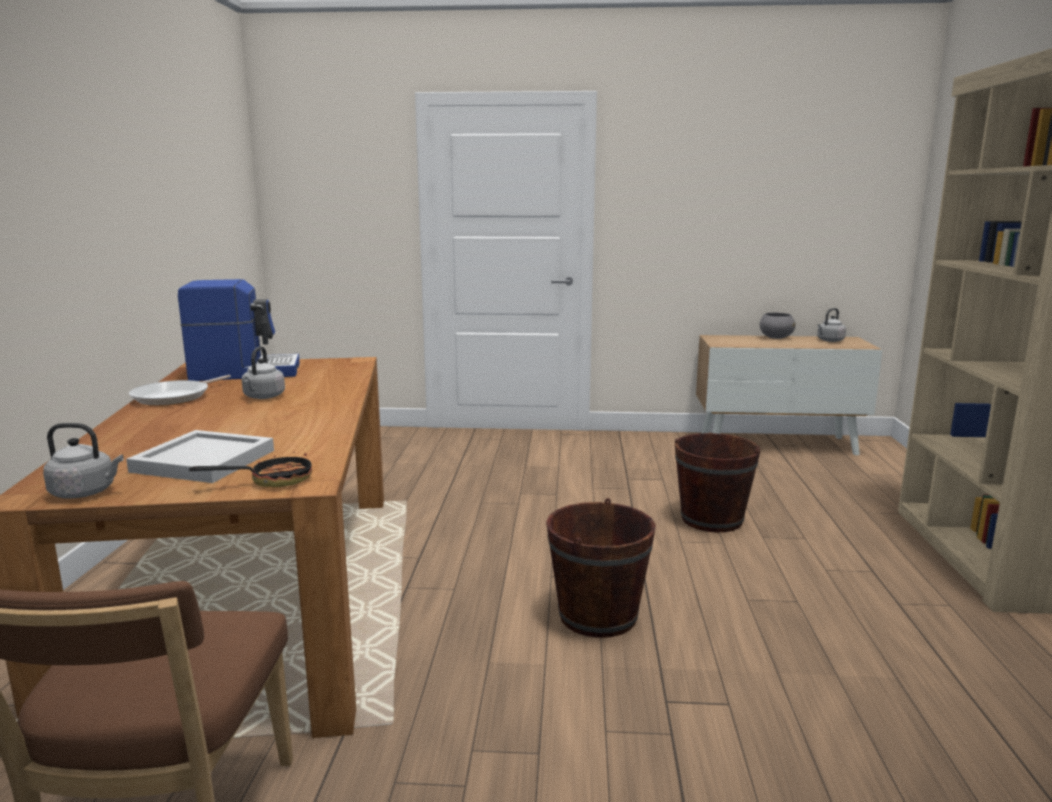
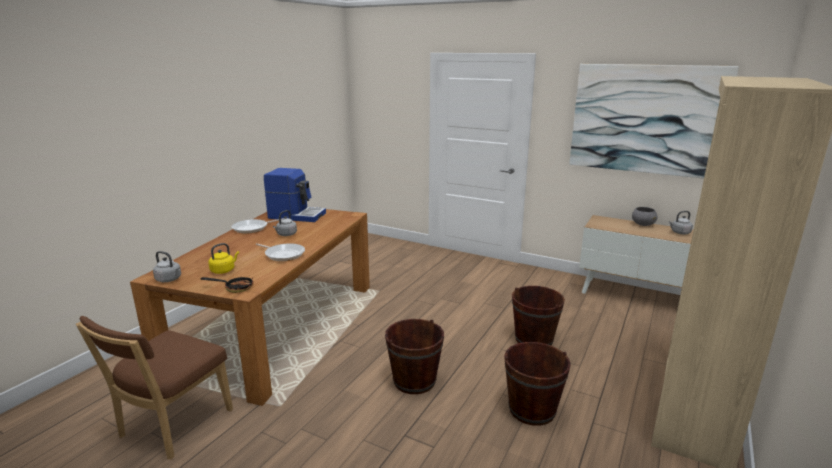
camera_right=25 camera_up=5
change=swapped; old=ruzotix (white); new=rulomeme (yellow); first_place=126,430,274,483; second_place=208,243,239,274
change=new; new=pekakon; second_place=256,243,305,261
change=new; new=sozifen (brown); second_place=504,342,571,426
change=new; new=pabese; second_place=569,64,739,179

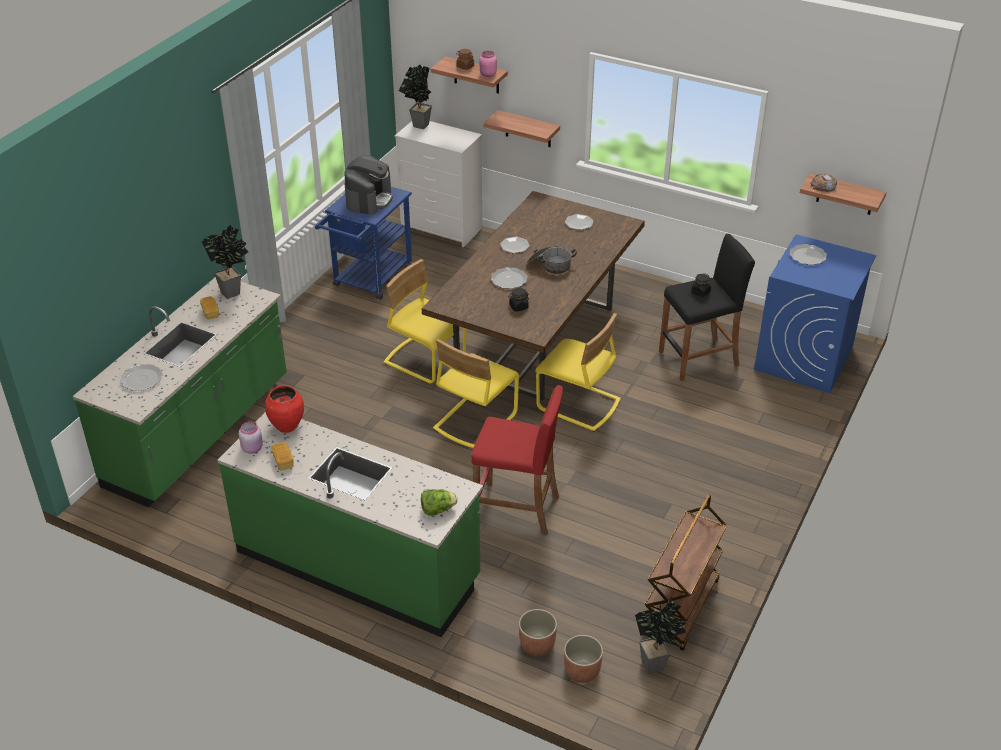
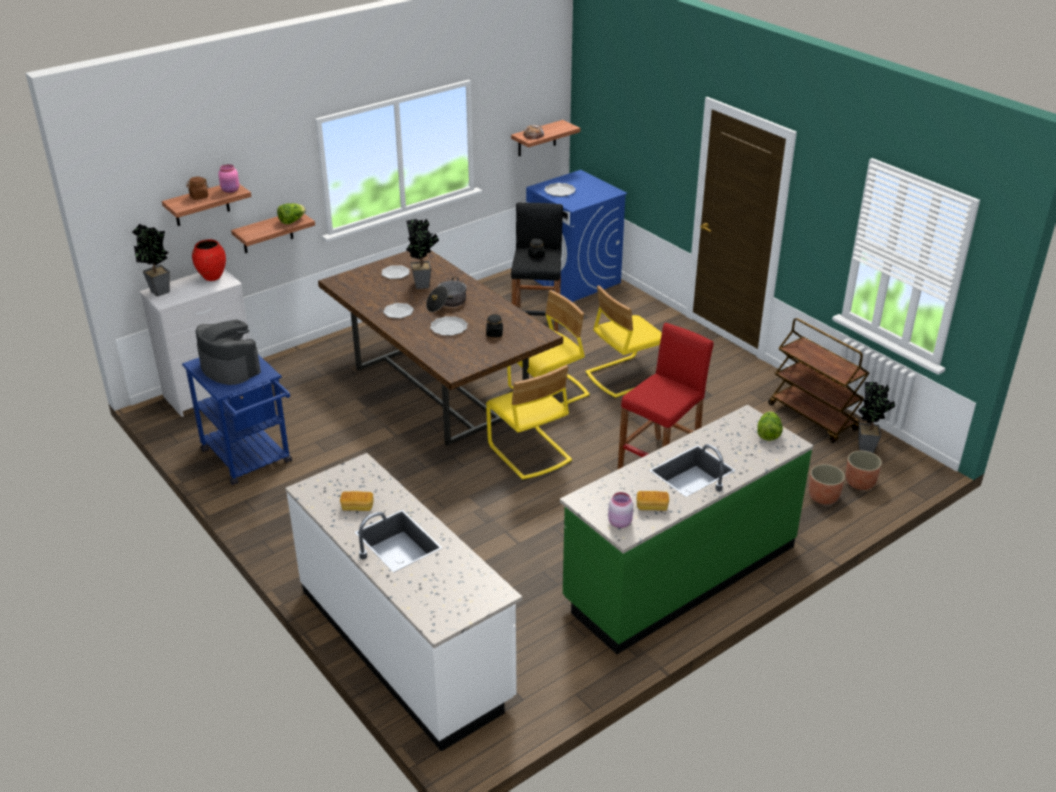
camera_right=-65 camera_up=-5
change=repainted; old=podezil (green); new=podezil (white); first_place=73,277,287,507; second_place=285,453,522,752
change=gone; old=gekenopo; first_place=120,364,163,390
change=shifted; old=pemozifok; first_place=202,225,248,299; second_place=406,219,439,289
change=shifted; old=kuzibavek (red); first_place=265,385,304,433; second_place=192,239,226,281
change=shifted; old=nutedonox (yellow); first_place=384,259,466,383; second_place=586,285,662,398
change=new; new=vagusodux; second_place=277,203,306,224

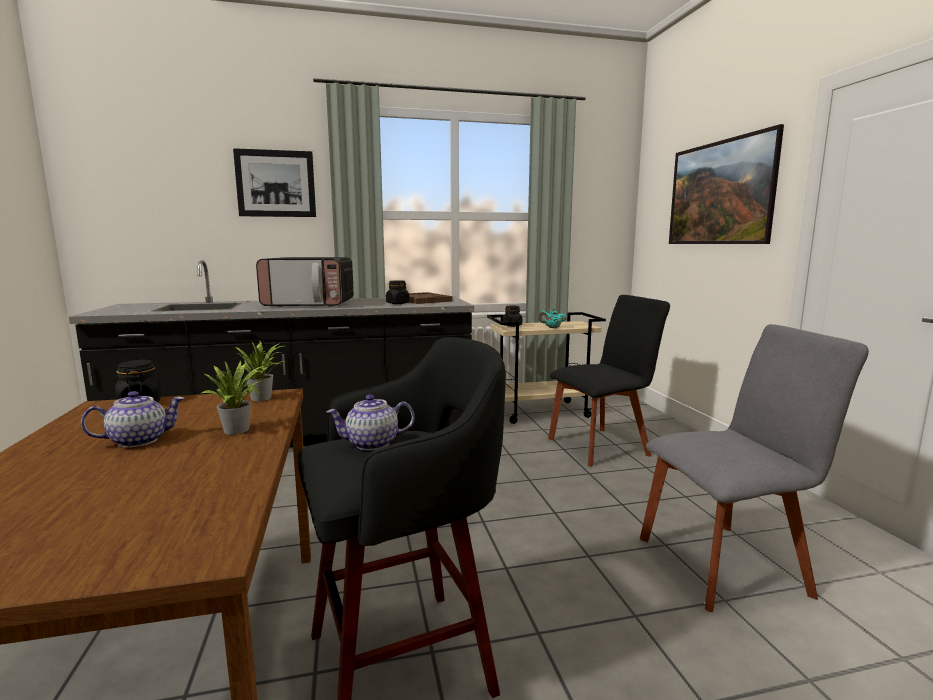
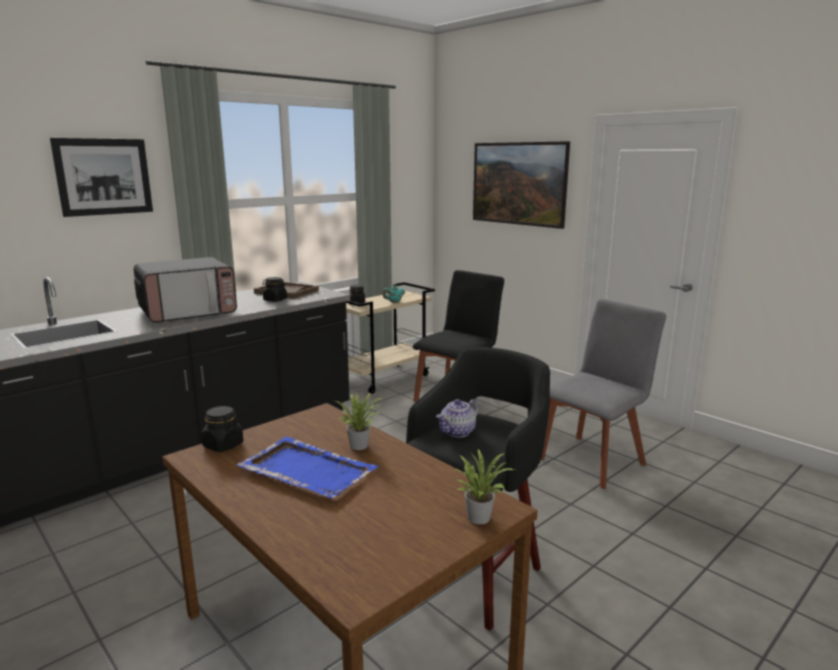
camera_right=-30 camera_up=5
change=swapped; old=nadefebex; new=ruzotix (blue); first_place=81,391,184,447; second_place=236,437,379,498
change=shifted; old=pemozifok; first_place=235,341,284,401; second_place=455,449,515,524

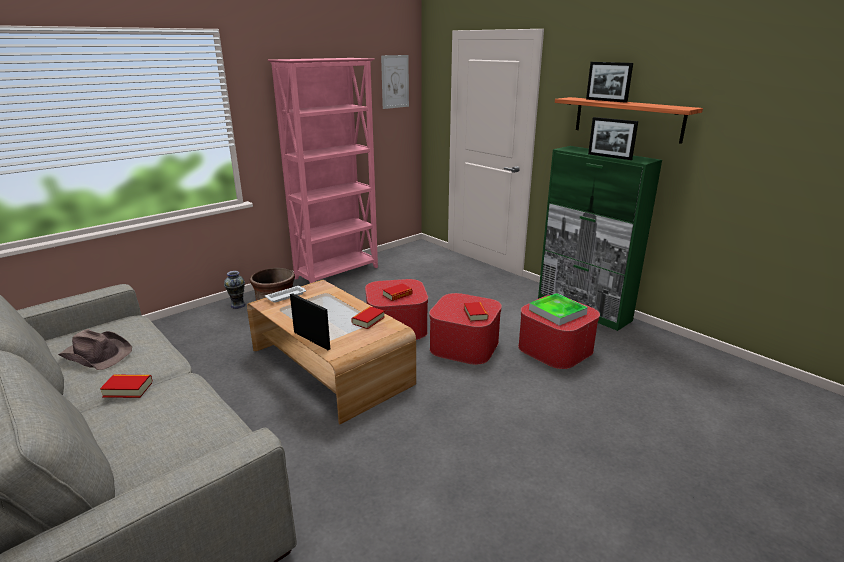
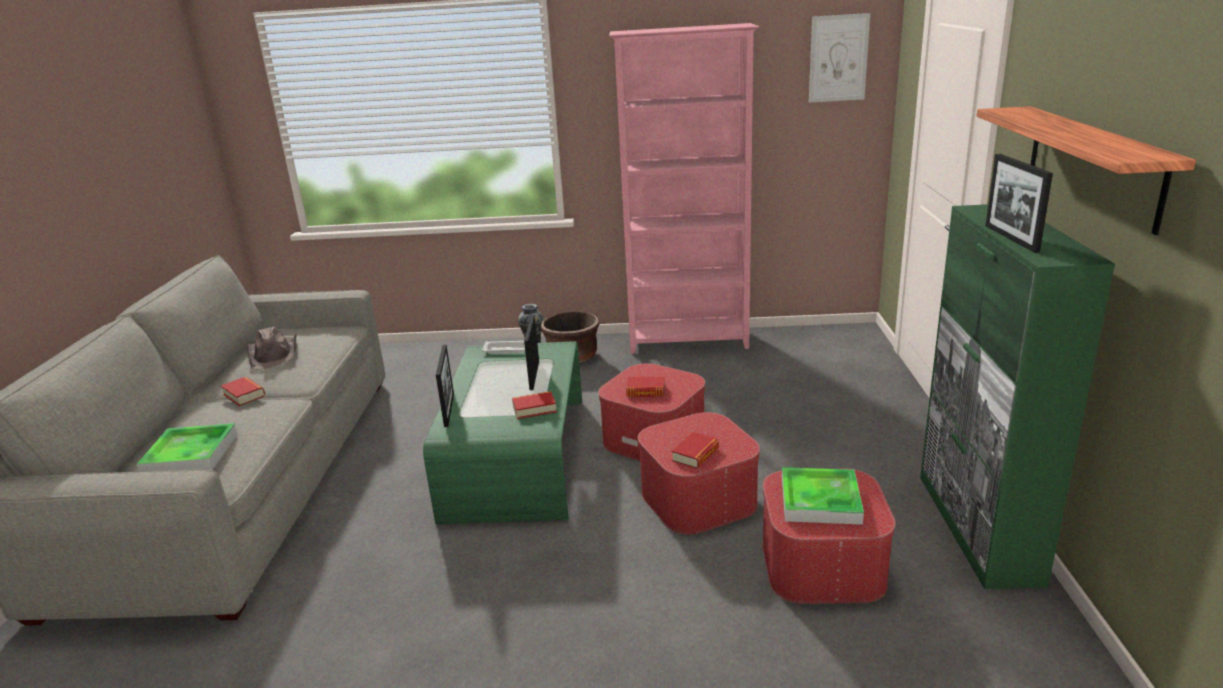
camera_right=45 camera_up=0
change=repainted; old=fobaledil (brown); new=fobaledil (green); first_place=247,280,416,425; second_place=423,341,582,524
change=shifted; old=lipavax; first_place=586,62,633,103; second_place=524,315,539,390
change=new; new=ruzotix; second_place=136,423,238,472

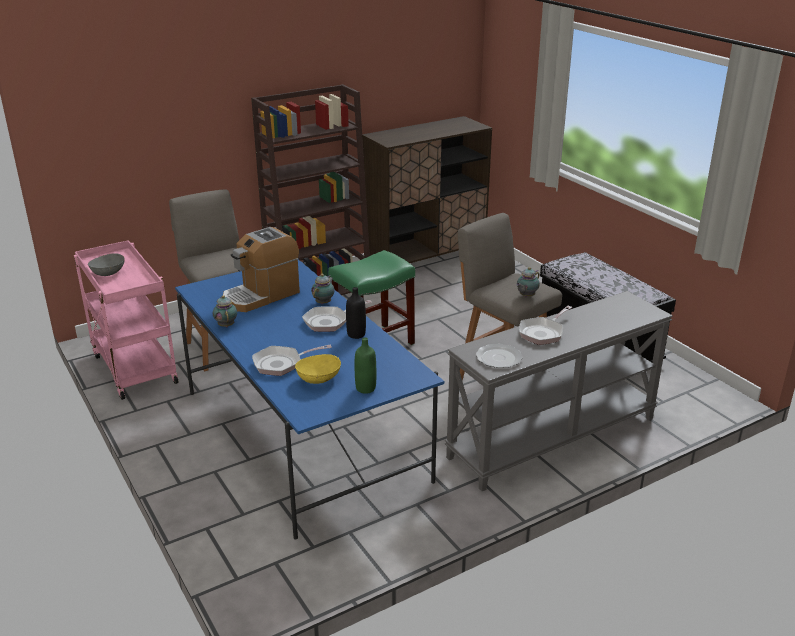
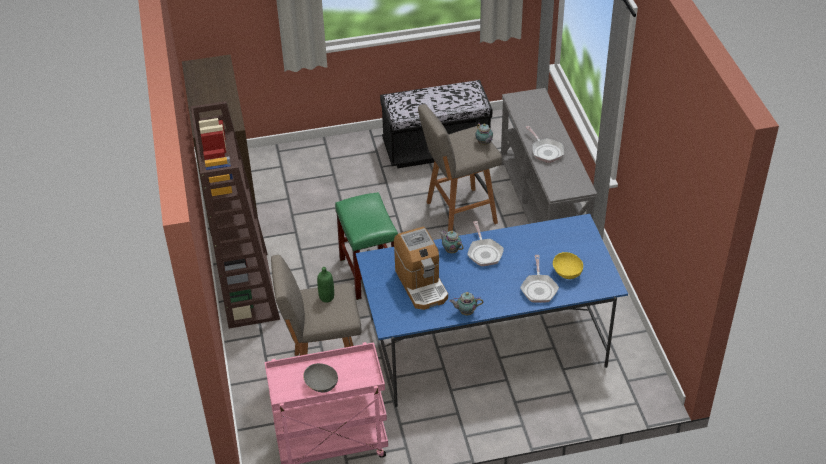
camera_right=-70 camera_up=15
change=gone; old=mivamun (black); first_place=346,287,366,339
change=shifted; old=mivamun (green); first_place=355,337,376,394; second_place=317,267,334,303
change=gone; old=gekenopo; first_place=476,344,522,368

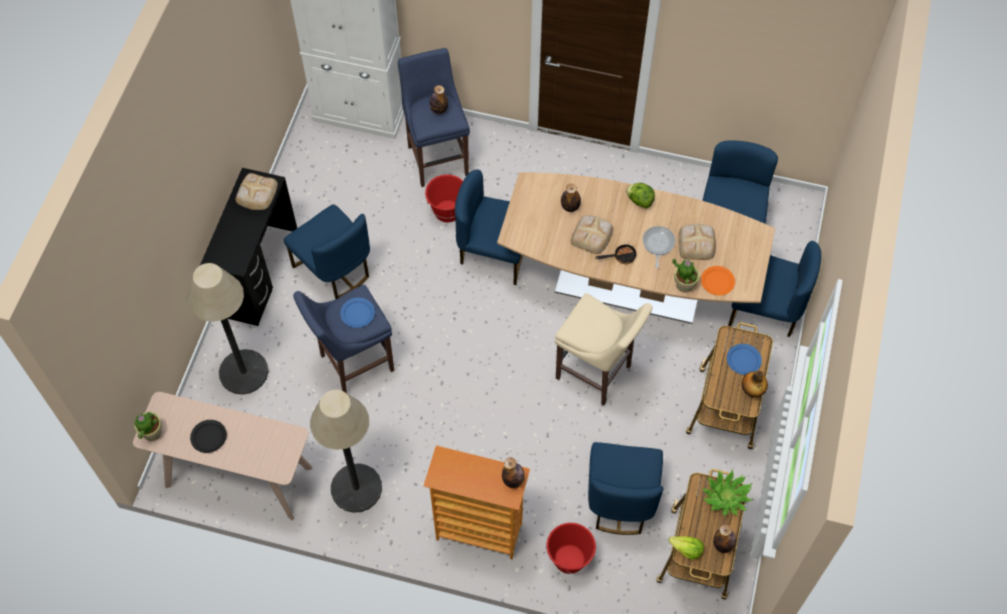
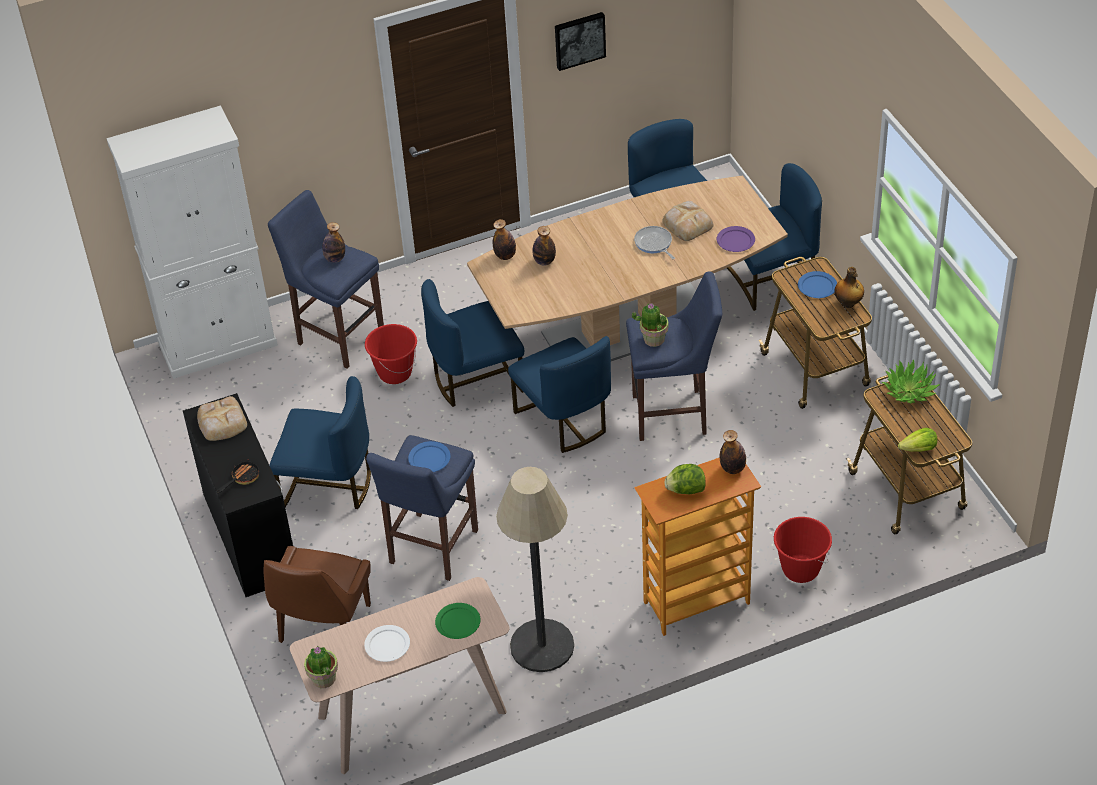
camera_right=-35 camera_up=-15
change=swapped; old=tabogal; new=nutedonox (brown); first_place=187,263,268,394; second_place=264,546,371,643
change=repainted; old=gekenopo (black); new=gekenopo (white); first_place=190,420,227,453; second_place=364,625,410,662
change=repainted; old=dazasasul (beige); new=dazasasul (blue); first_place=555,293,652,406; second_place=626,272,722,441
change=gone; old=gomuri; first_place=571,215,613,254
change=shifted; old=nutedonox (blue); first_place=588,442,663,535; second_place=508,336,611,453
change=shifted; old=pekakon; first_place=596,244,636,264; second_place=216,459,259,493
change=shifted; old=vagusodux; first_place=626,183,655,208; second_place=664,464,706,495
change=shifted; old=pemozifok; first_place=672,259,699,293; second_place=632,303,668,347
change=repainted; old=gekenopo (orange); new=gekenopo (purple); first_place=701,266,735,295; second_place=717,226,755,252
change=shifted; old=mivamun; first_place=713,524,736,553; second_place=493,219,516,260
change=new; new=gekenopo (green); second_place=435,603,481,639
change=new; new=pabese; second_place=555,12,606,71

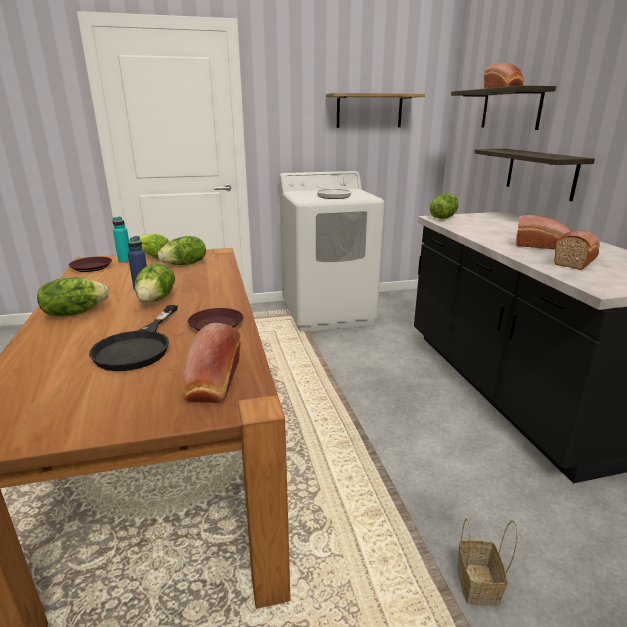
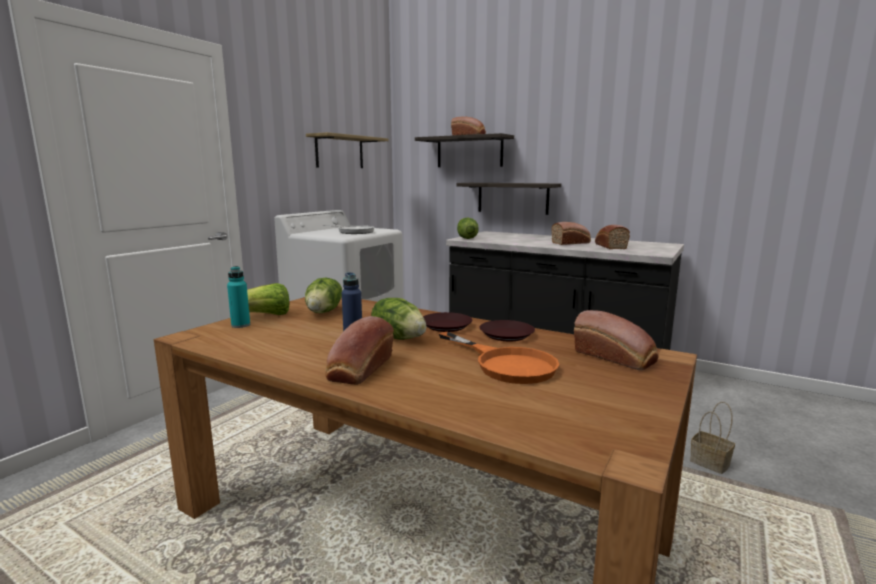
camera_right=-45 camera_up=-10
change=swapped; old=vagusodux; new=gomuri; first_place=37,277,109,316; second_place=325,316,394,385
change=shifted; old=gekenopo (brown); first_place=68,257,112,272; second_place=423,312,472,332
change=repainted; old=pekakon (black); new=pekakon (orange); first_place=89,305,178,371; second_place=439,332,559,384

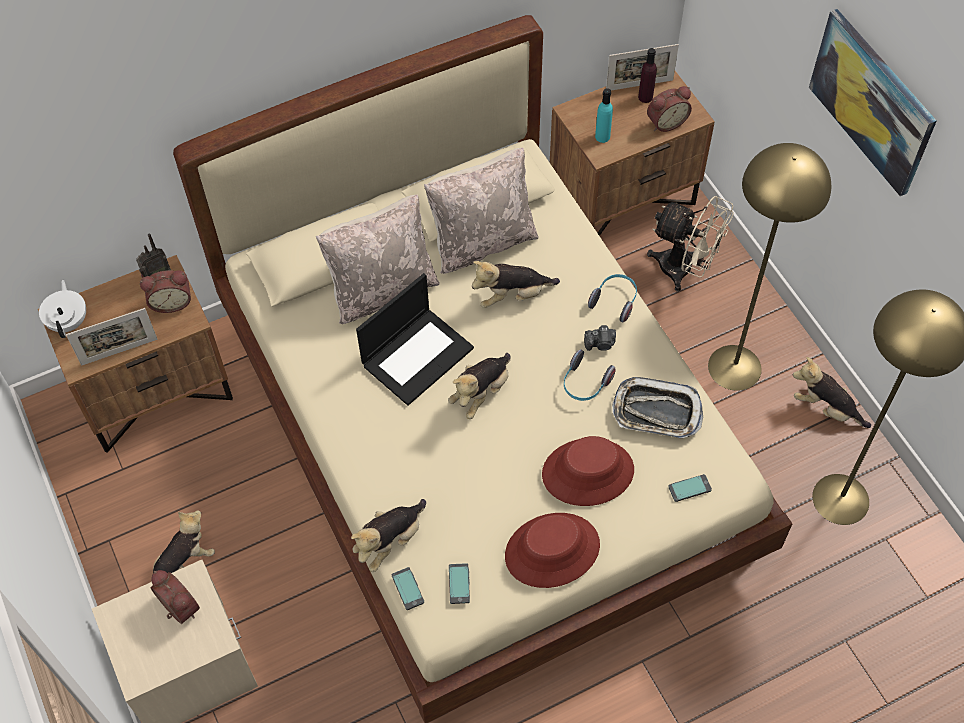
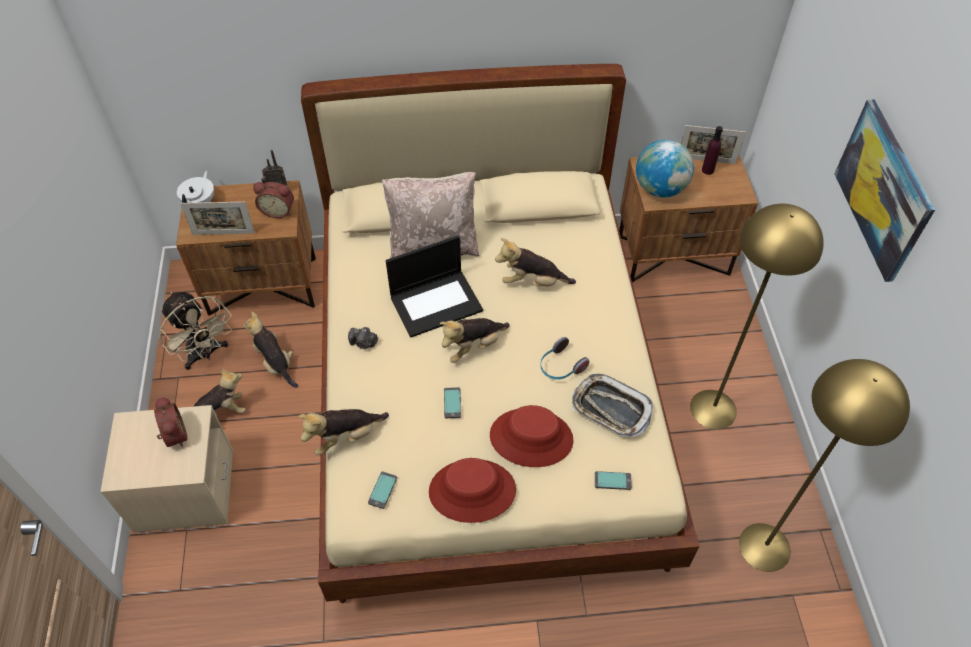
camera_right=20 camera_up=-5
change=shifted; old=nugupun; first_place=392,567,424,610; second_place=444,387,461,418
change=gone; old=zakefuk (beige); first_place=424,148,539,274
change=shifted; old=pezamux; first_place=584,325,616,351; second_place=348,327,378,349
change=gone; old=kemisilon; first_place=588,274,637,322
change=swapped; old=mivamun (turquoise); new=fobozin; first_place=595,88,613,143; second_place=636,140,694,198
change=gone; old=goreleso; first_place=647,86,692,132
change=shifted; old=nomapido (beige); first_place=647,196,734,292; second_place=159,292,232,370
change=shifted; old=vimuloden; first_place=793,357,871,428; second_place=244,312,298,388

